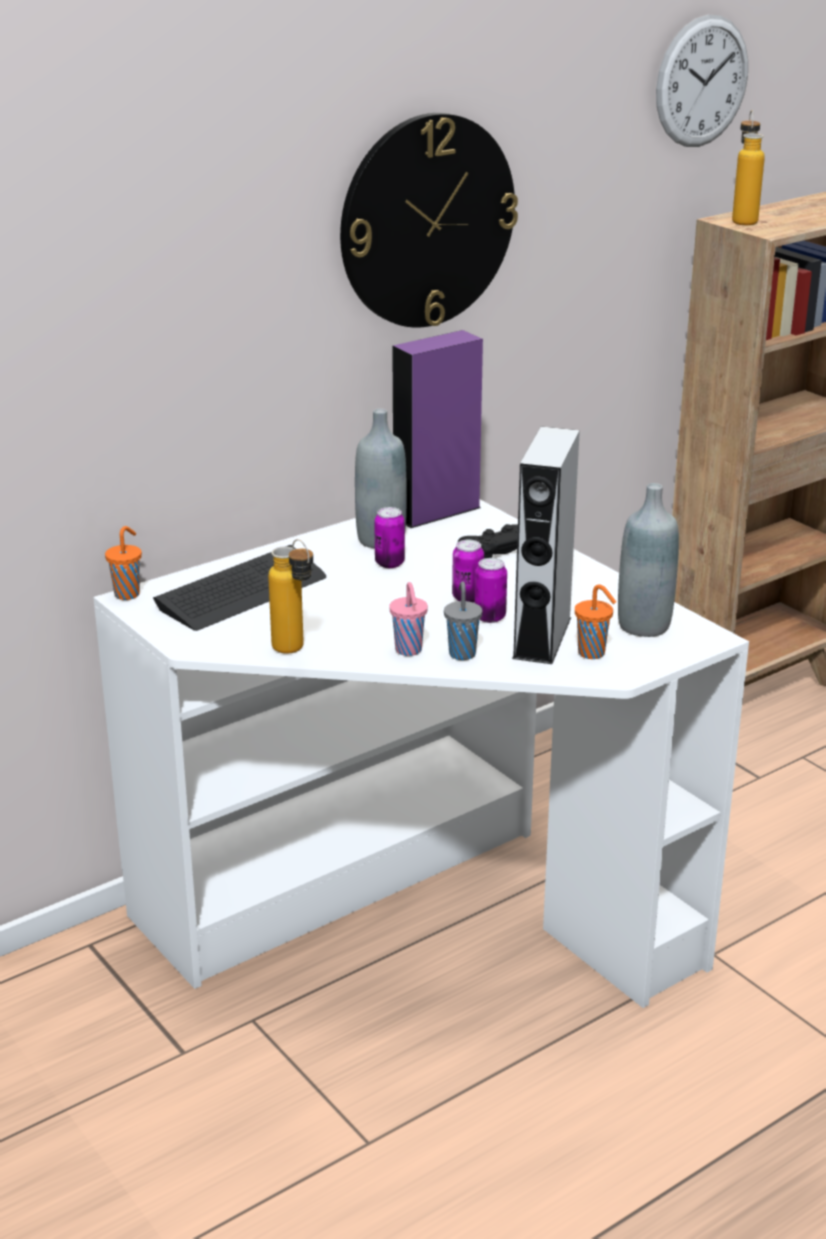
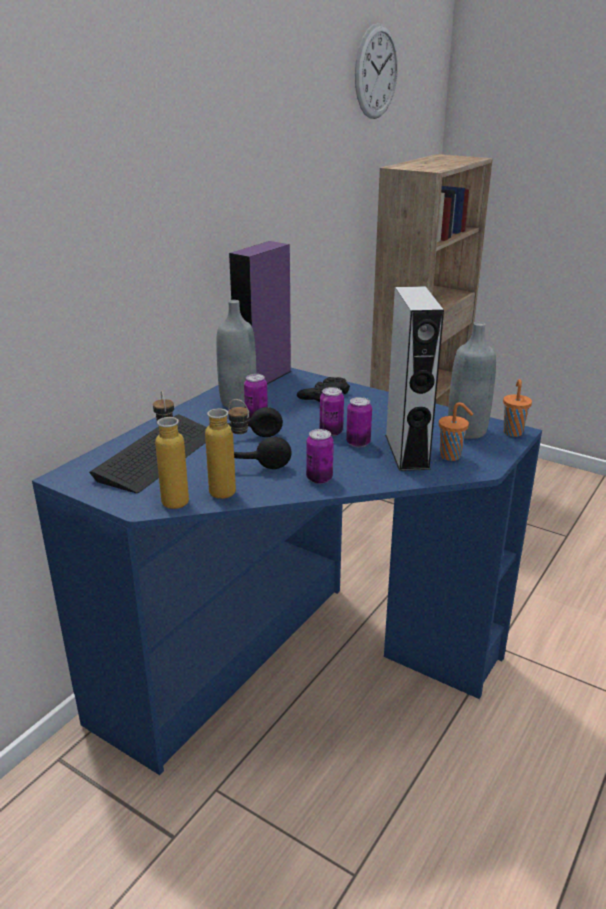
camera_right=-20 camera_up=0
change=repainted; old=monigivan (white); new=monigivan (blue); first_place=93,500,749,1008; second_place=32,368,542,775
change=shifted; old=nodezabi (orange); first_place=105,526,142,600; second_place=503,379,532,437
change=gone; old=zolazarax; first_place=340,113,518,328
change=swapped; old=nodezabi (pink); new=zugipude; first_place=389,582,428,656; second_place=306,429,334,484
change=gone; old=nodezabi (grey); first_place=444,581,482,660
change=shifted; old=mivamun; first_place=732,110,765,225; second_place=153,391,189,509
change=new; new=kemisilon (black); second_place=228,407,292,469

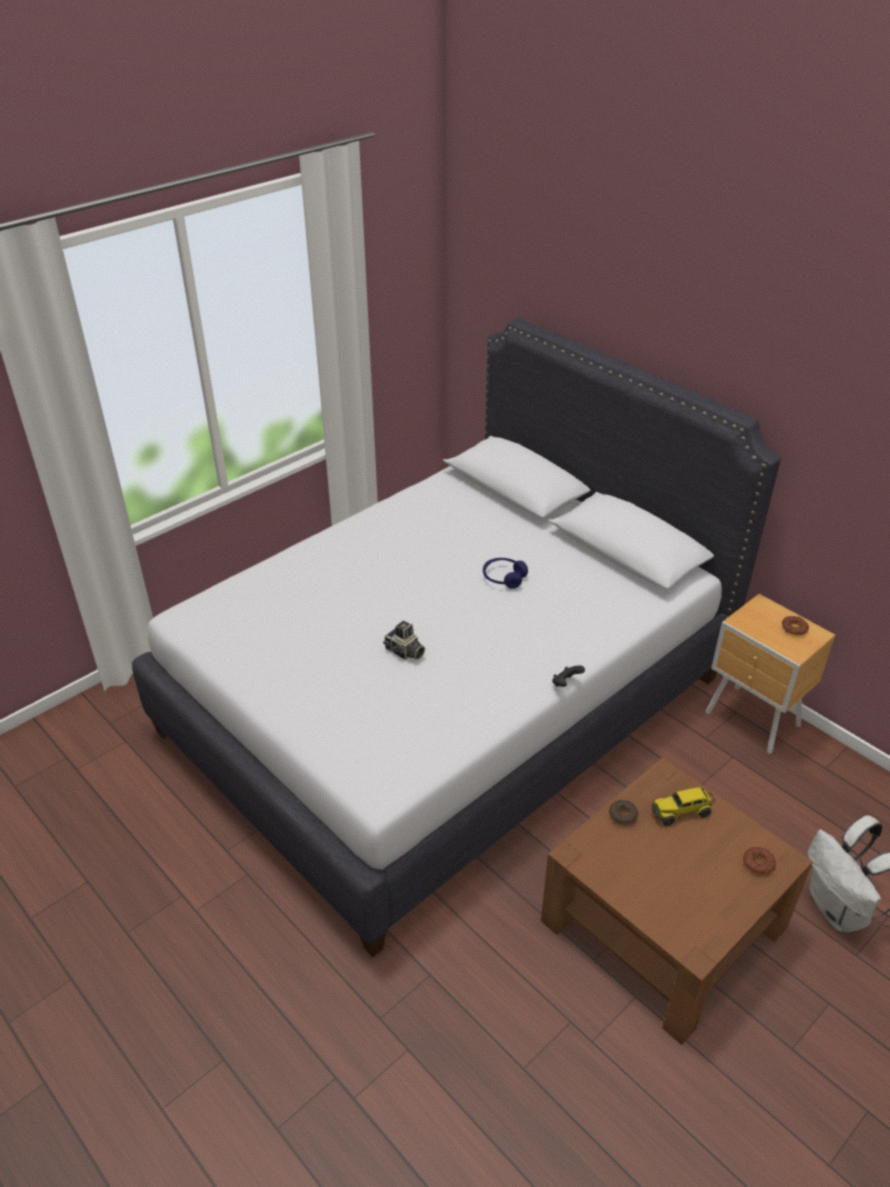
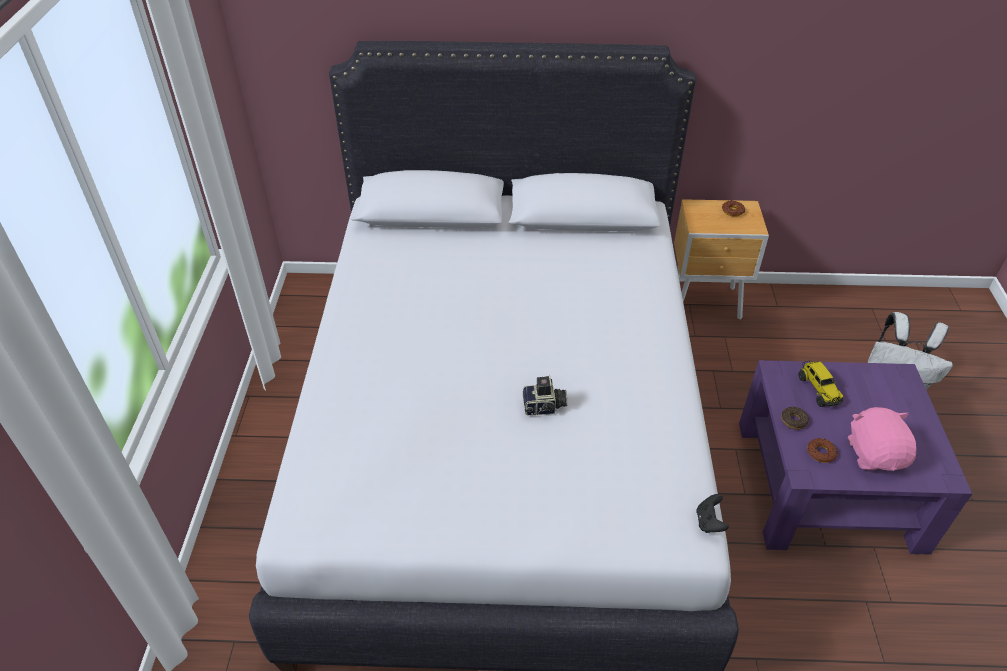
camera_right=-45 camera_up=5
change=gone; old=kemisilon (blue); first_place=483,558,528,589
change=repainted; old=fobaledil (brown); new=fobaledil (purple); first_place=541,757,813,1045; second_place=739,360,972,555
change=shifted; old=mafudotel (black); first_place=552,665,585,687; second_place=696,494,729,533
change=rotated; old=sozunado; first_place=652,787,715,826; second_place=798,360,843,407; degrees=-45
change=shifted; old=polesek; first_place=743,847,776,875; second_place=807,438,837,463
change=new; new=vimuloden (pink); second_place=848,407,916,471

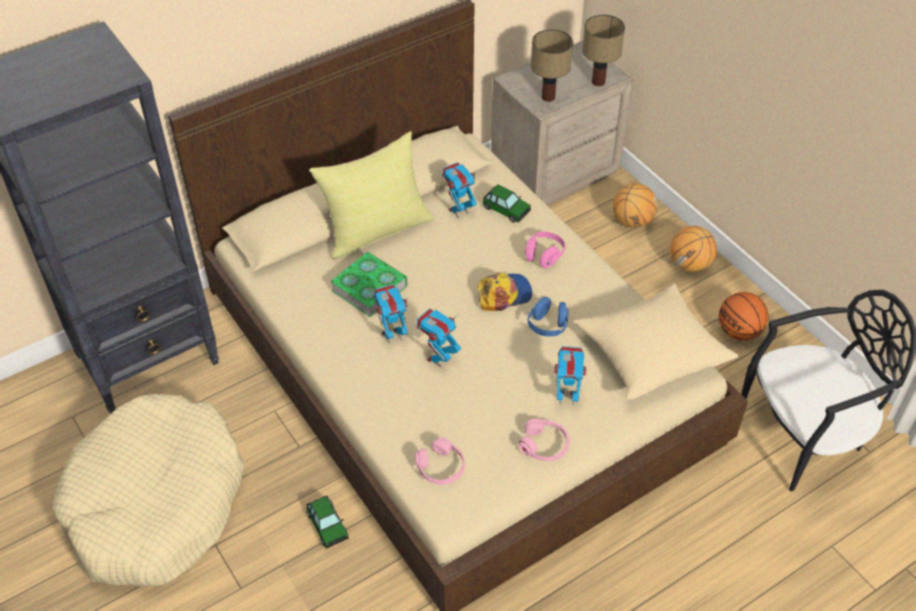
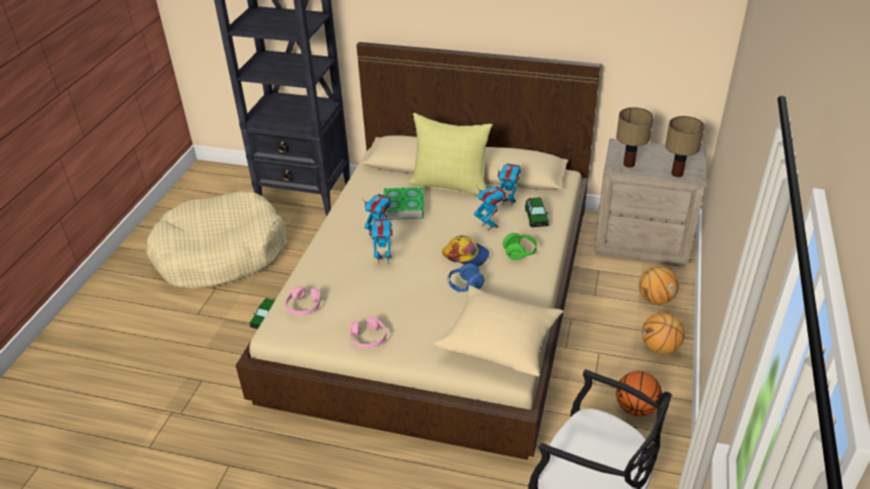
camera_right=50 camera_up=-10
change=repainted; old=kemisilon (pink); new=kemisilon (green); first_place=525,232,566,268; second_place=503,233,538,260
change=shifted; old=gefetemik; first_place=554,346,586,403; second_place=474,185,506,230

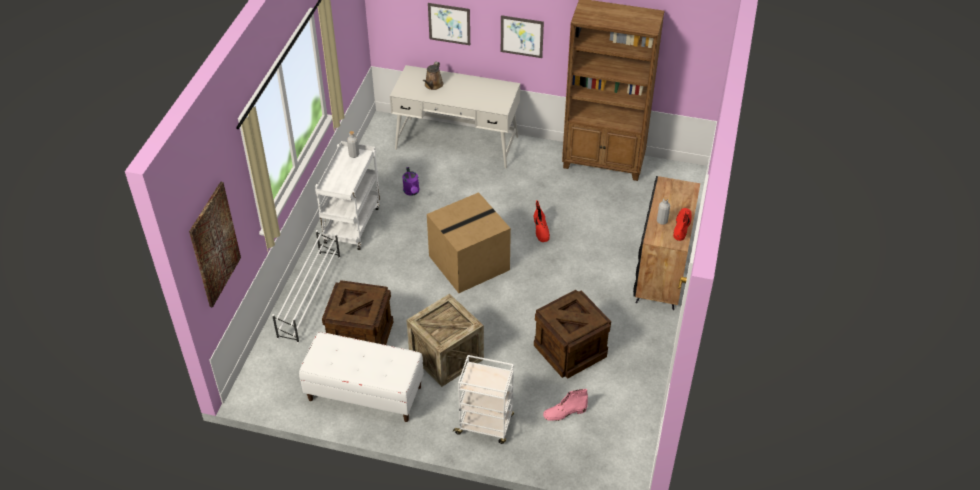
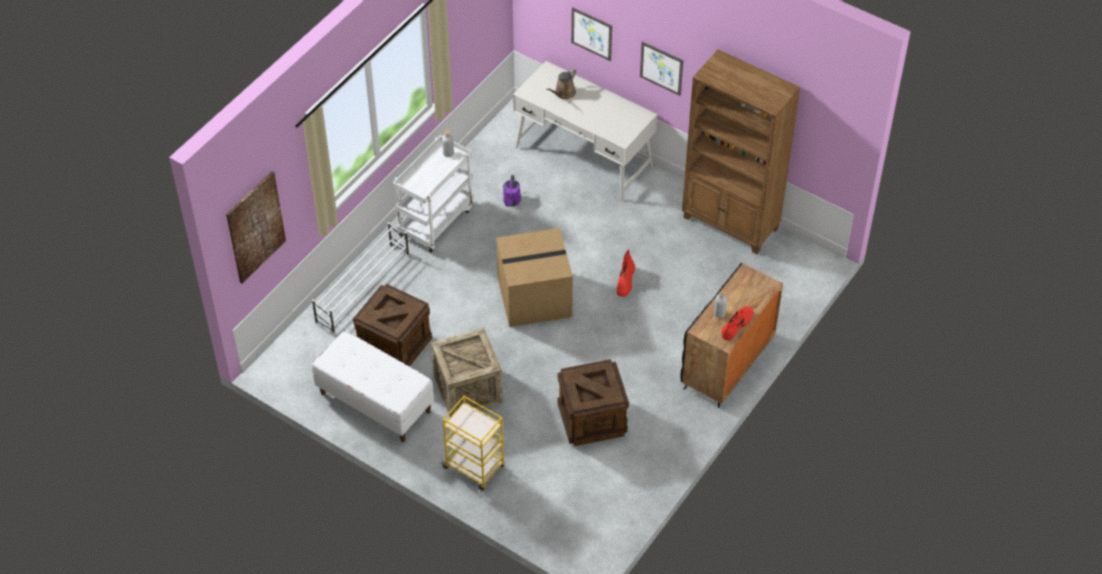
camera_right=20 camera_up=5
change=repainted; old=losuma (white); new=losuma (yellow); first_place=453,355,514,444; second_place=441,396,505,490
change=gone; old=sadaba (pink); first_place=543,389,588,421

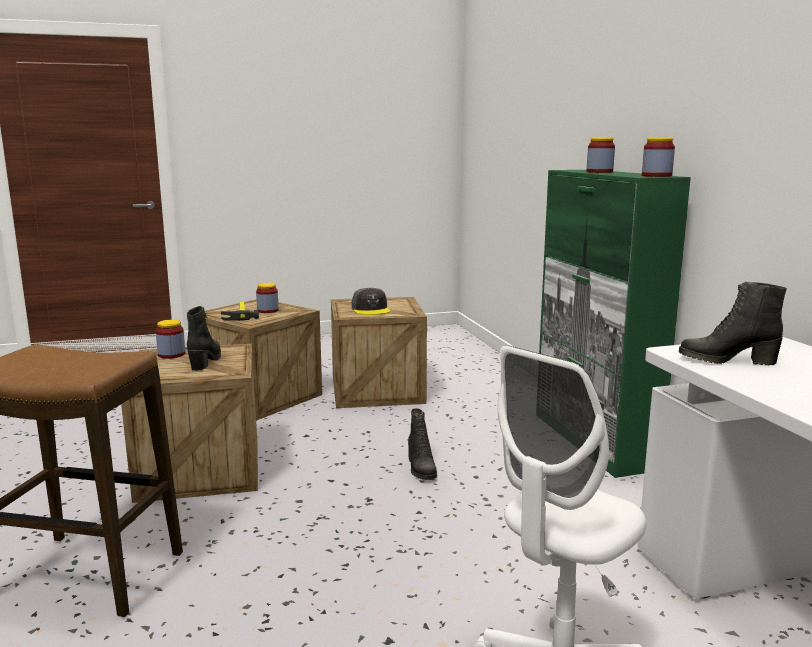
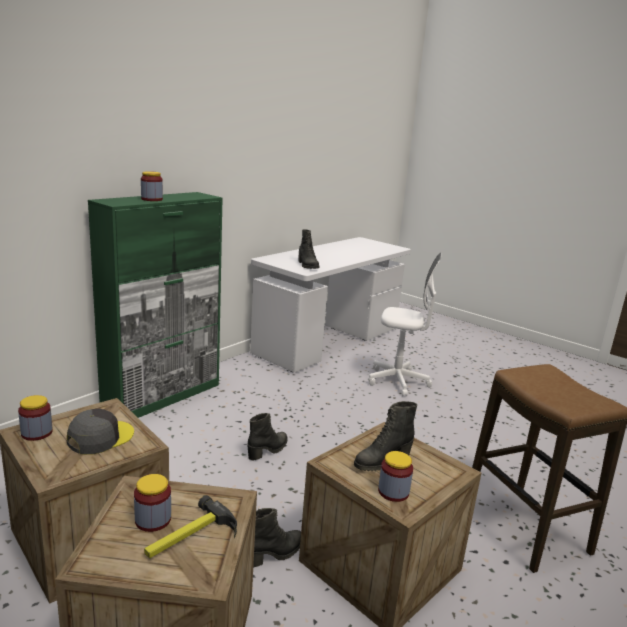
camera_right=-125 camera_up=5
change=shifted; old=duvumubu; first_place=642,138,675,177; second_place=18,395,53,441
change=new; new=sadaba (black); second_place=253,508,301,568

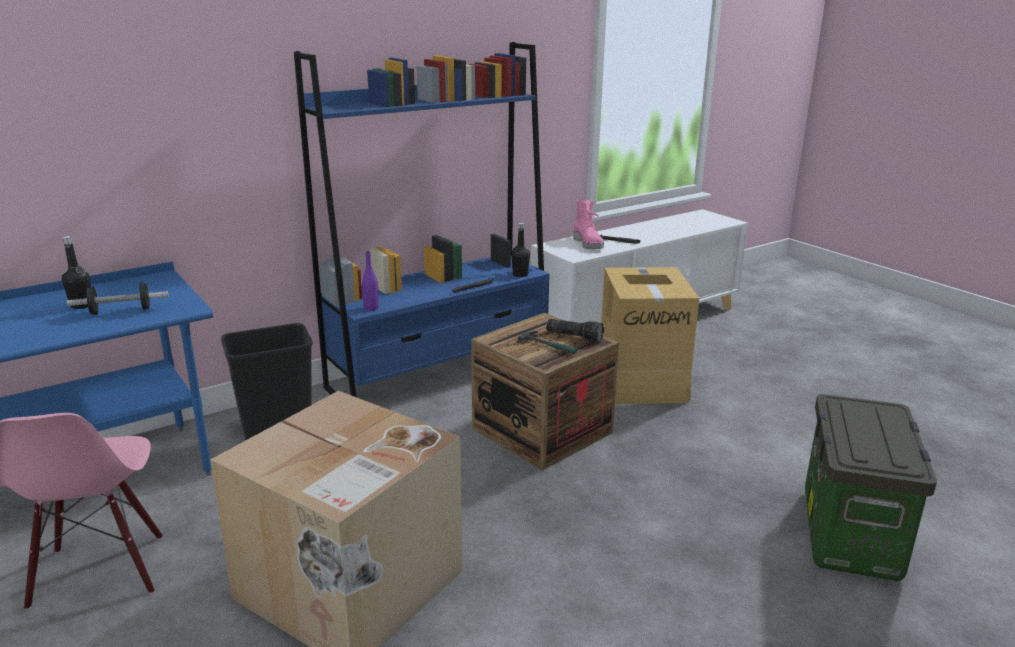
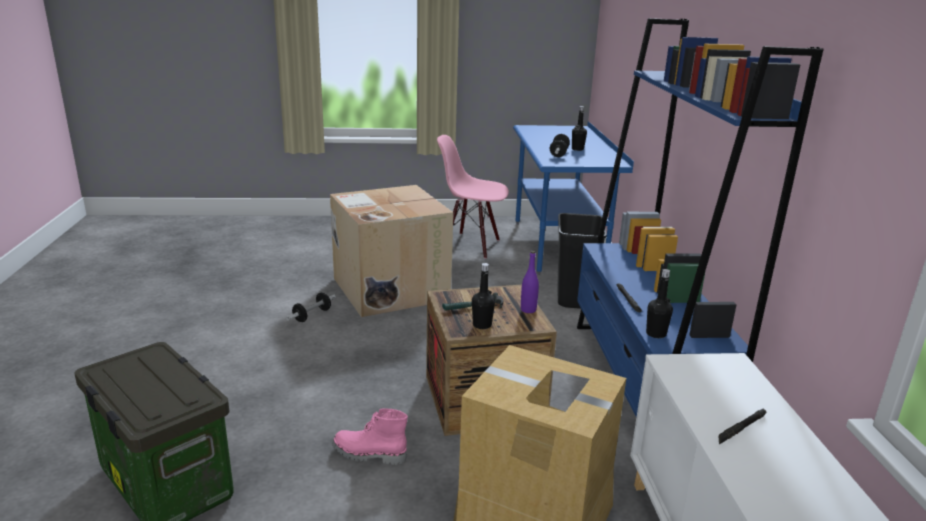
camera_right=120 camera_up=0
change=shifted; old=mivamun (purple); first_place=362,251,379,311; second_place=521,251,539,313
change=swapped; old=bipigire; new=mivamun (black); first_place=546,319,604,342; second_place=472,263,495,329
change=shifted; old=sadaba (pink); first_place=573,200,604,249; second_place=333,408,408,465
change=new; new=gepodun; second_place=286,293,336,322

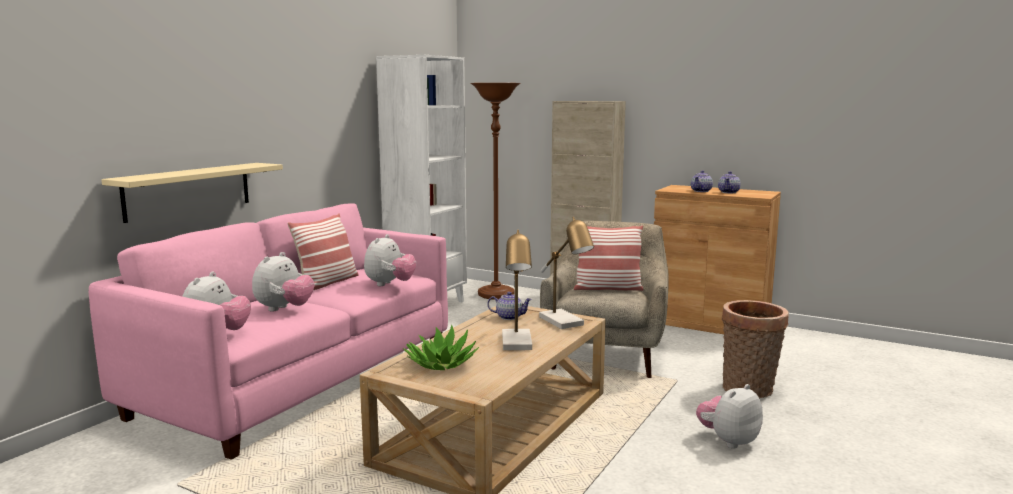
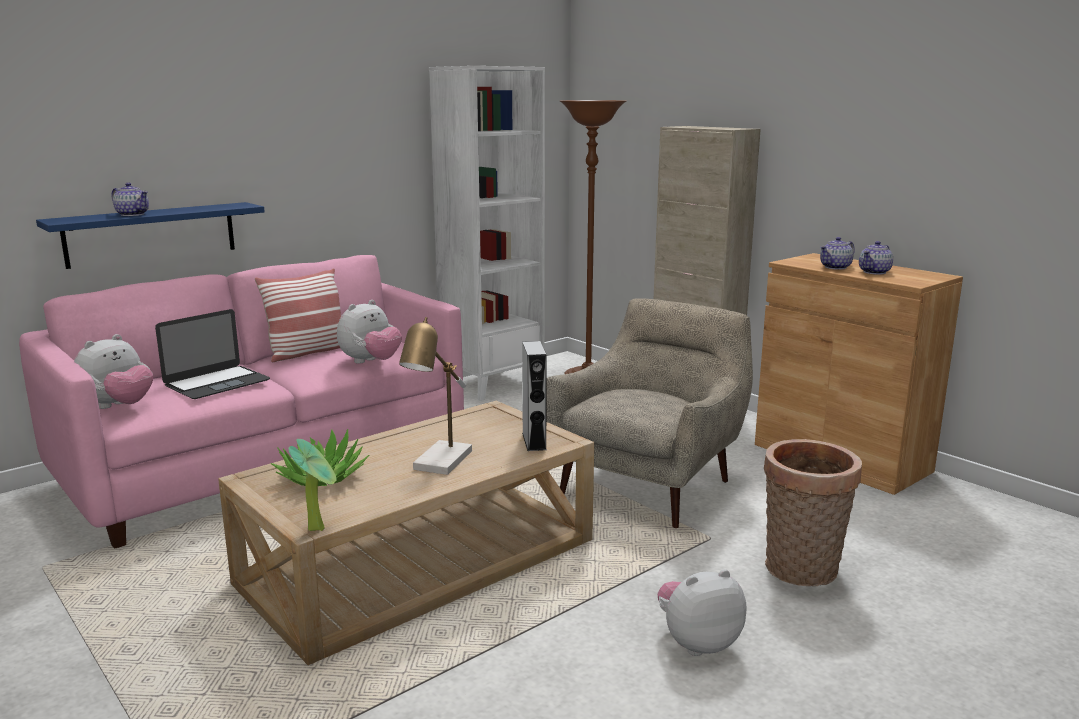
camera_right=20 camera_up=5
change=repainted; old=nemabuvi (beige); new=nemabuvi (blue); first_place=101,163,283,223; second_place=36,202,265,269
change=swapped; old=vimuloden; new=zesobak; first_place=252,252,314,311; second_place=155,309,270,399
change=shifted; old=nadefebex; first_place=487,292,532,320; second_place=111,183,149,216
change=swapped; old=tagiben; new=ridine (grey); first_place=539,217,594,329; second_place=522,341,547,451
change=gone; old=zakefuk; first_place=574,225,644,291
change=new; new=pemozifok; second_place=288,439,336,531

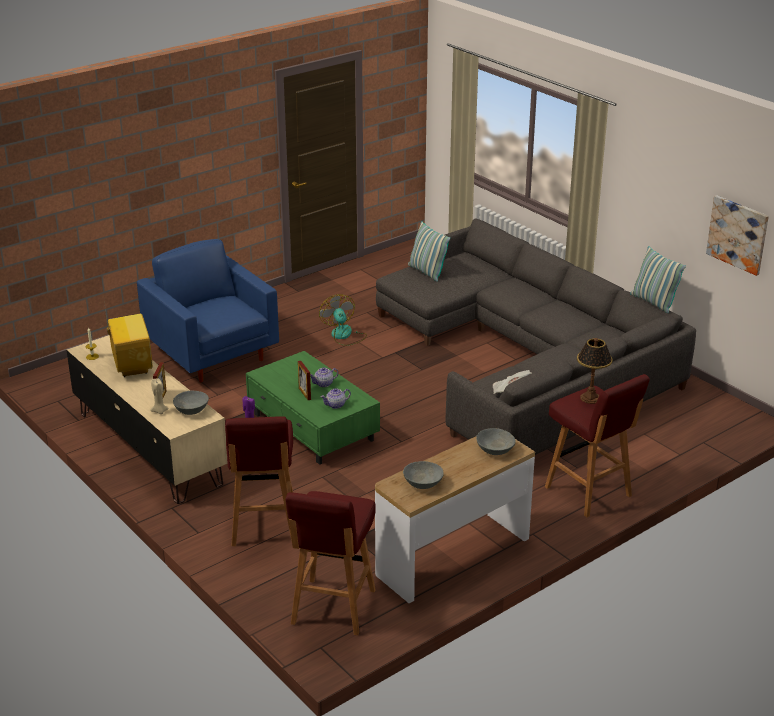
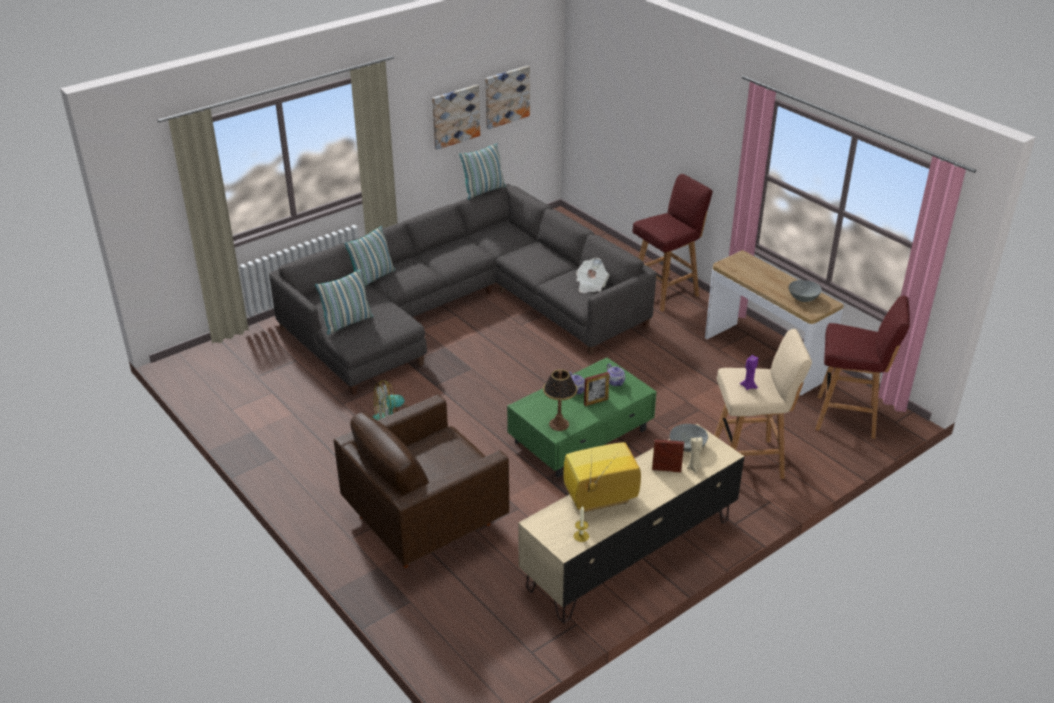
camera_right=-90 camera_up=5
change=repainted; old=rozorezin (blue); new=rozorezin (brown); first_place=137,239,279,382; second_place=334,394,509,568
change=repainted; old=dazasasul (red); new=dazasasul (beige); first_place=225,417,293,546; second_place=714,329,812,479
change=gone; old=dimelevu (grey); first_place=476,428,516,455
change=shifted; old=tagiben; first_place=577,338,613,404; second_place=543,369,578,431
change=new; new=zakefuk; second_place=345,226,396,286
change=new; new=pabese; second_place=432,85,480,150

